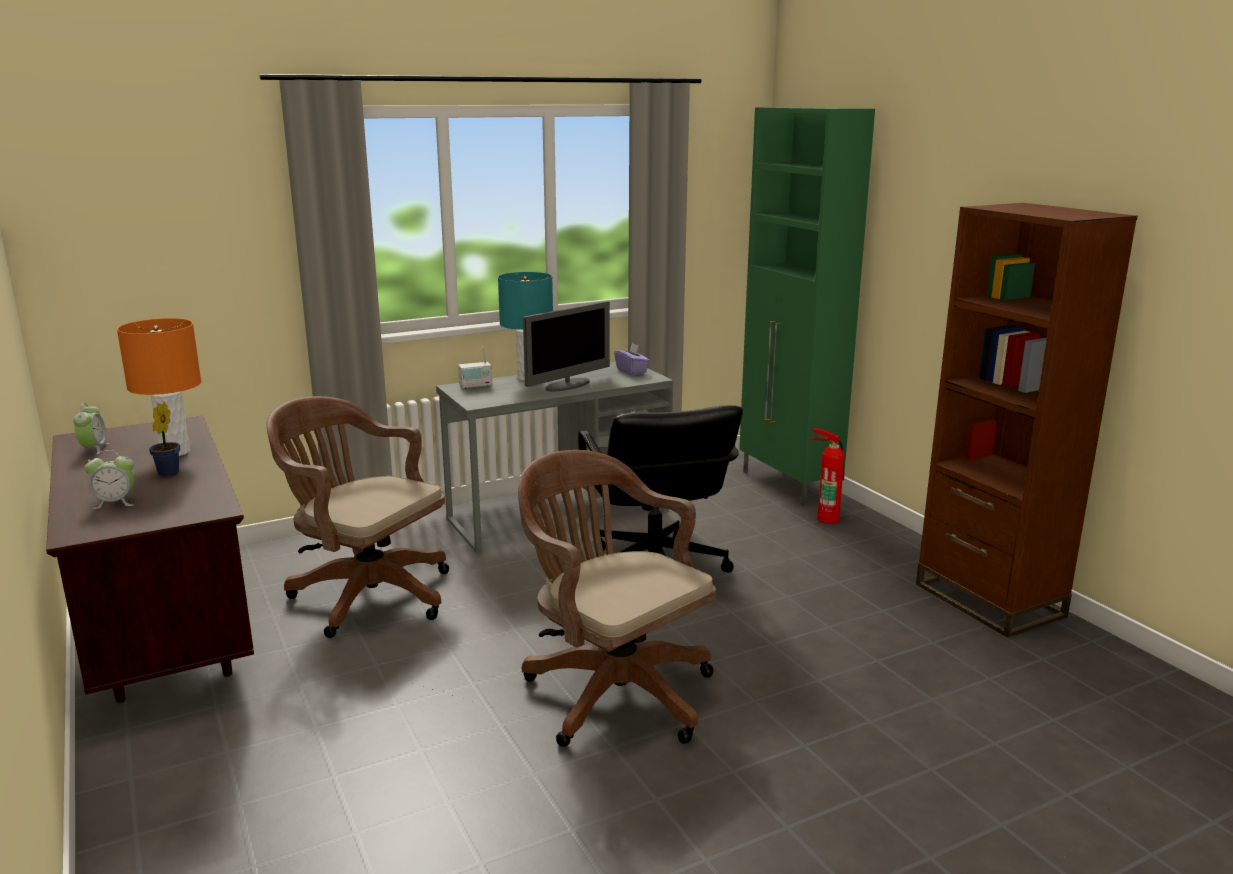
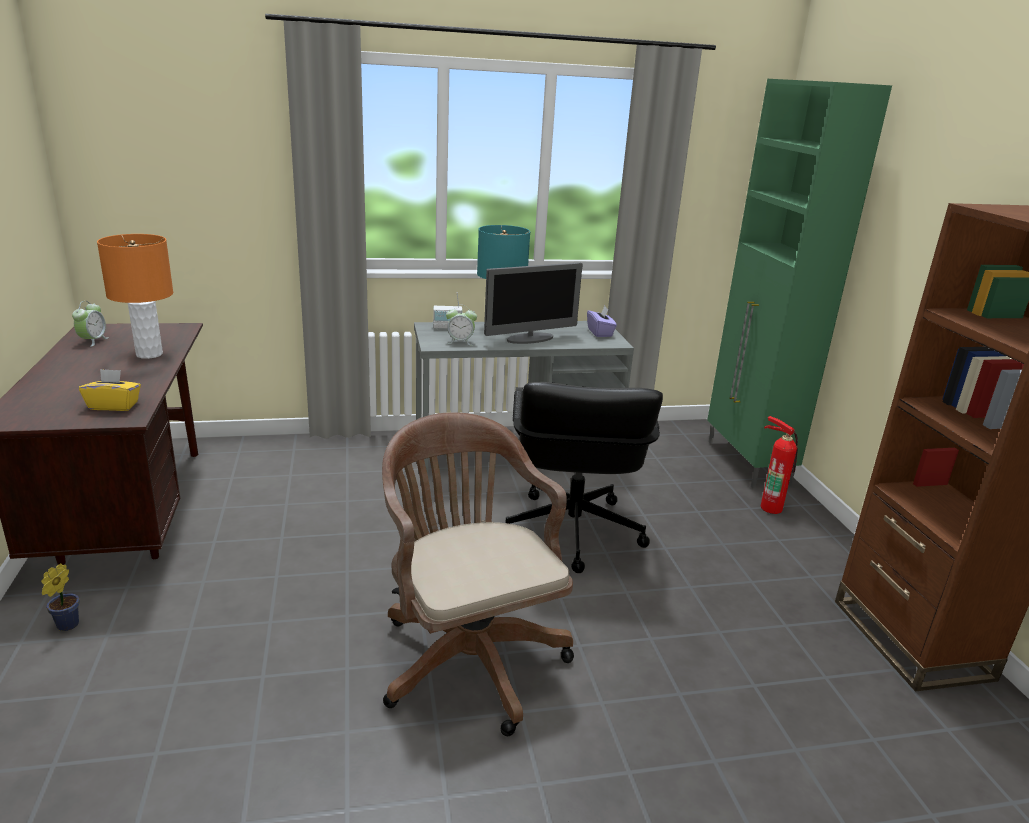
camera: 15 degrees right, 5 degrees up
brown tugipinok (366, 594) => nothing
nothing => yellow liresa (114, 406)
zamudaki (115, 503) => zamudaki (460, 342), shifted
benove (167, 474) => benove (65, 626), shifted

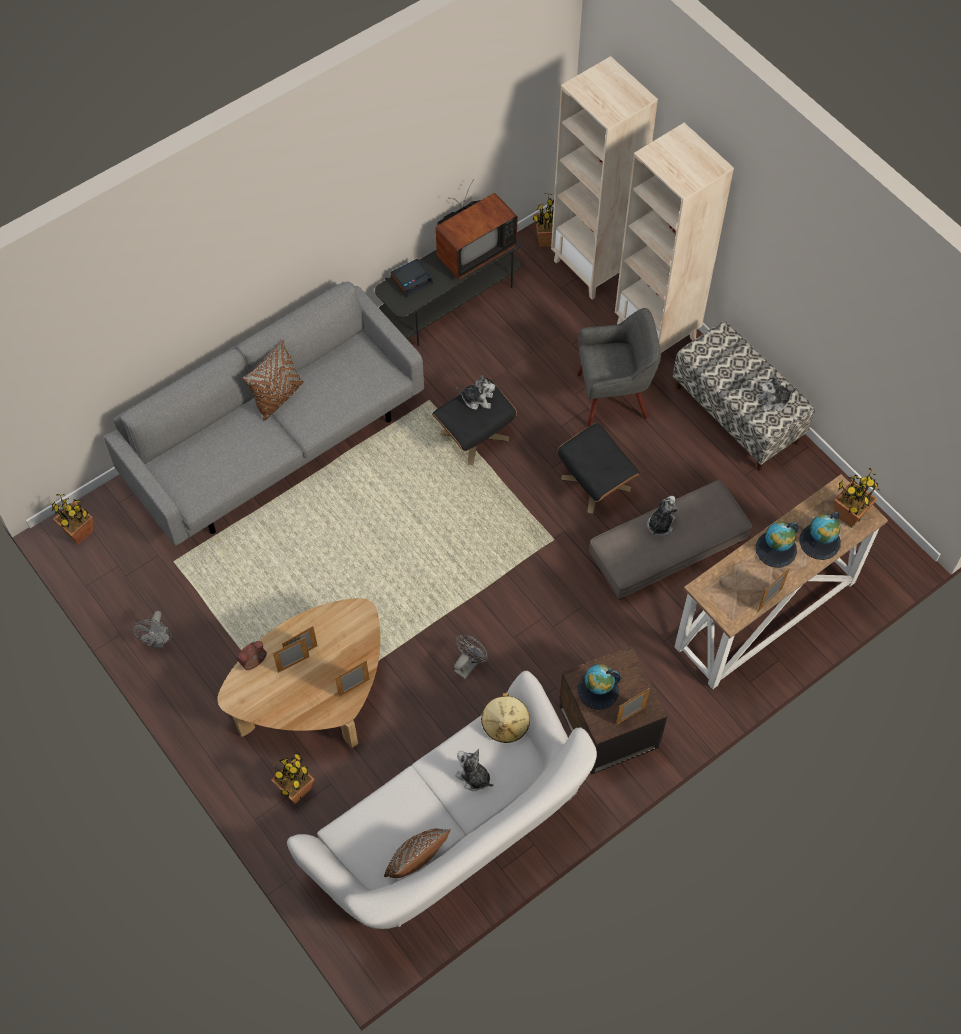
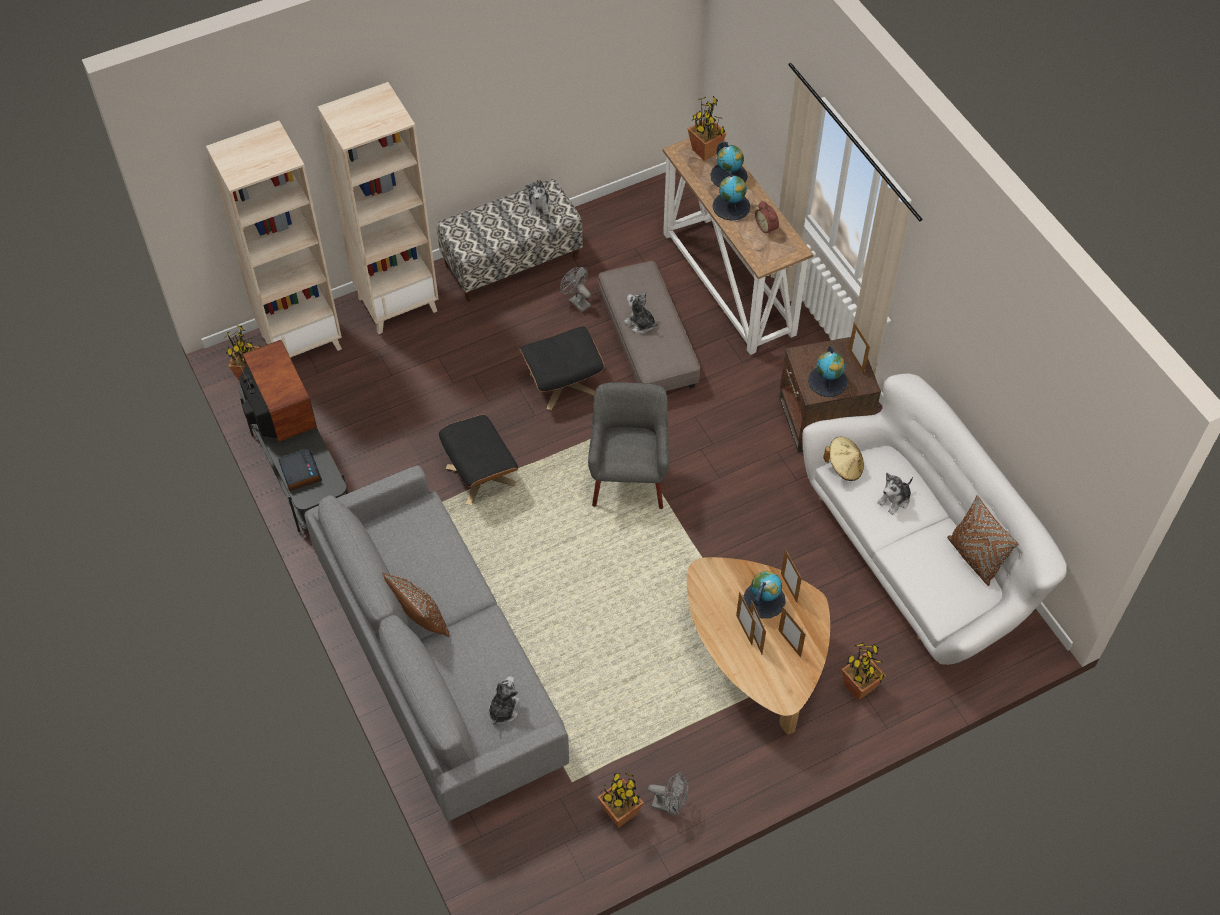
camera: 80 degrees left, 5 degrees down
nothing => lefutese (764, 599)
benove (79, 532) => benove (620, 812), shifted
zamudaki (254, 663) => zamudaki (767, 227), shifted
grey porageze (468, 664) => grey porageze (576, 301), shifted
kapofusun (477, 399) => kapofusun (503, 709), shifted
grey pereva (613, 397) => grey pereva (629, 479), shifted
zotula (769, 600) => zotula (789, 643), shifted

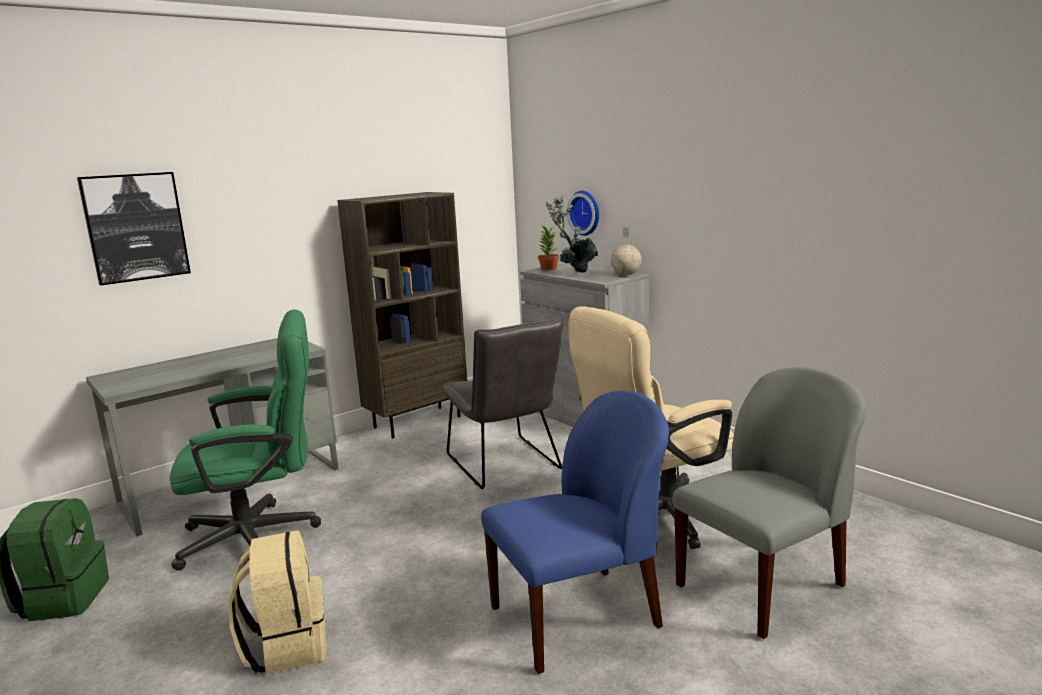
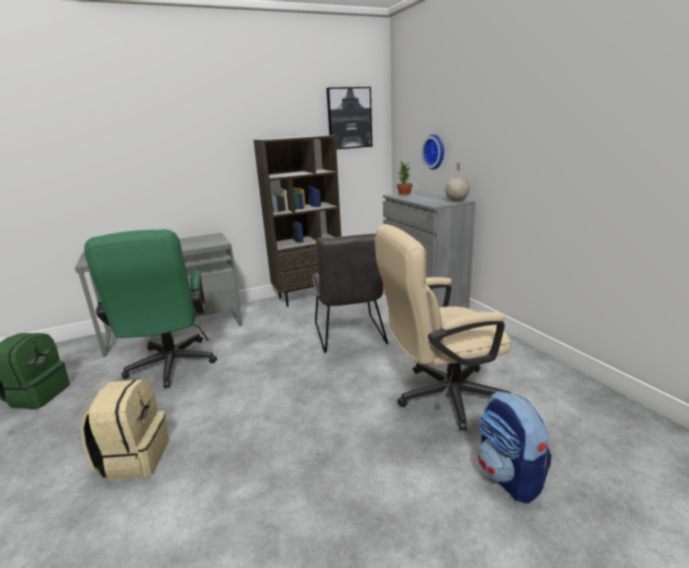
camera: 15 degrees right, 5 degrees up
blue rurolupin (578, 616) => nothing
benove (574, 273) => nothing
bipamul (135, 227) => bipamul (349, 118), shifted
grey rurolupin (763, 585) => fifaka (509, 477)
green tugipinok (262, 535) => green tugipinok (170, 368), 75 degrees clockwise

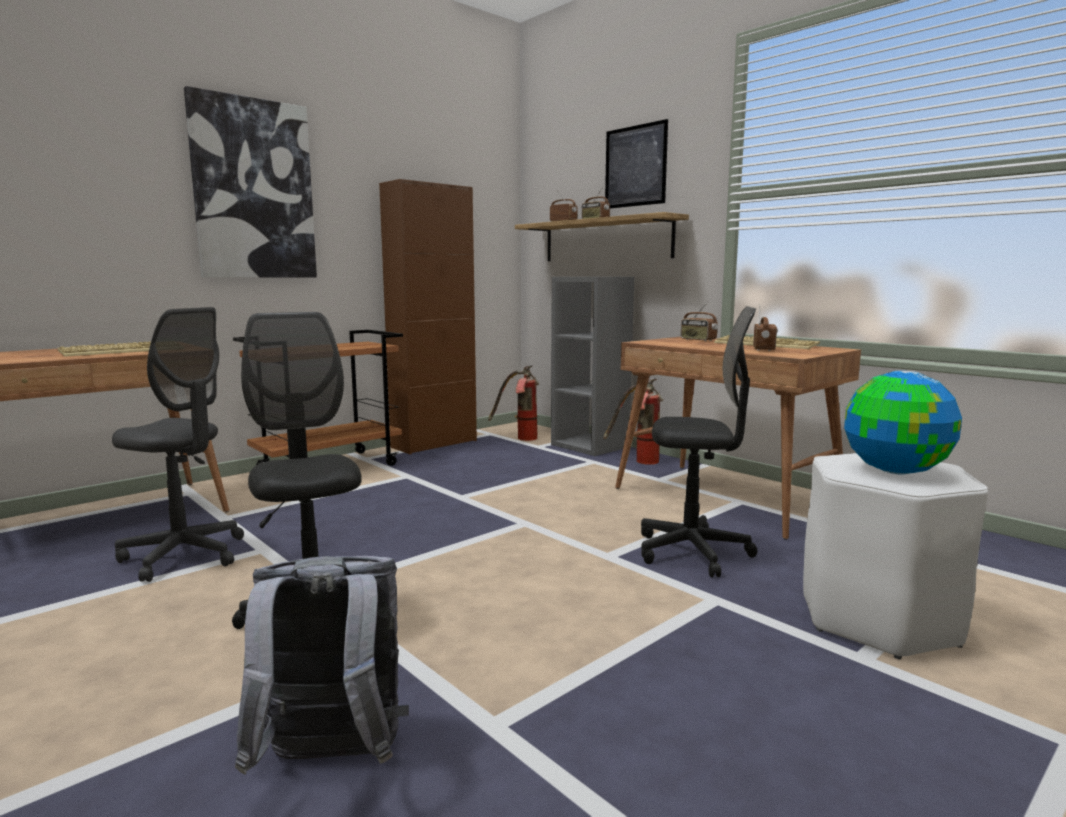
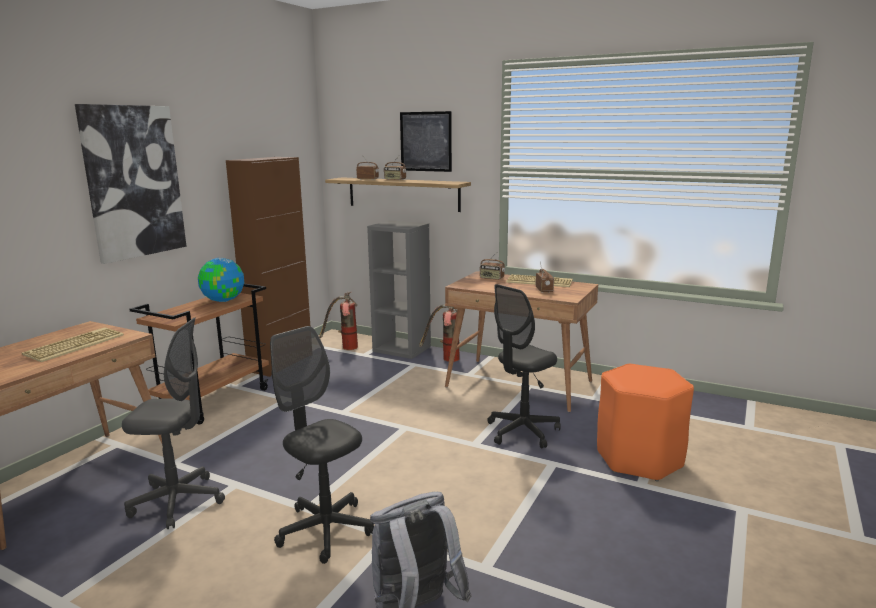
camera: 20 degrees left, 5 degrees up
lefutese (895, 471) => lefutese (223, 300), shifted
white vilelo (877, 619) => orange vilelo (638, 459)
black tugipinok (692, 552) => black tugipinok (522, 431), 150 degrees clockwise

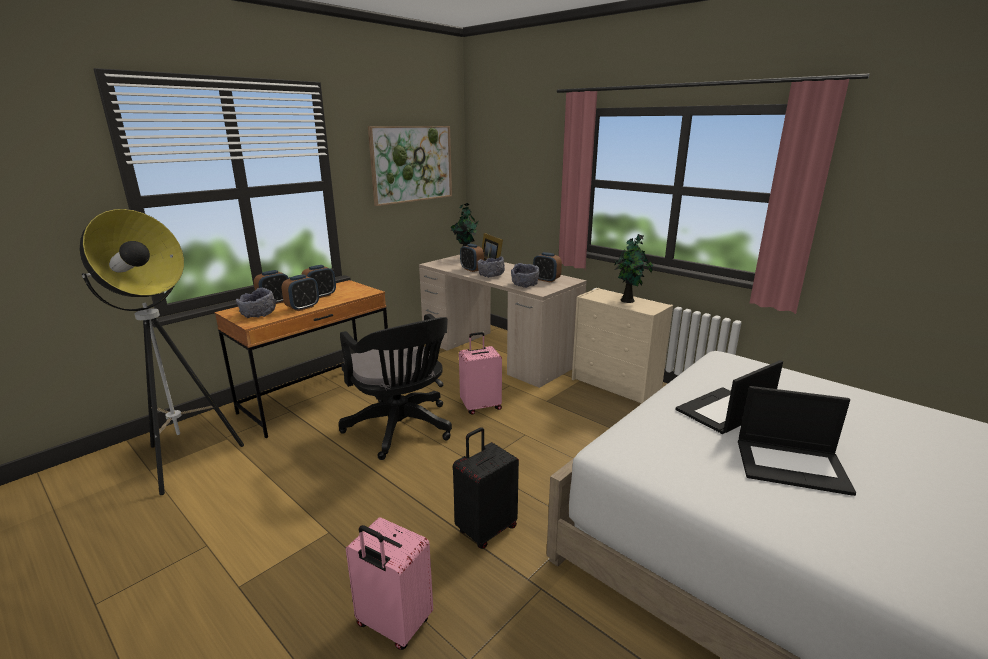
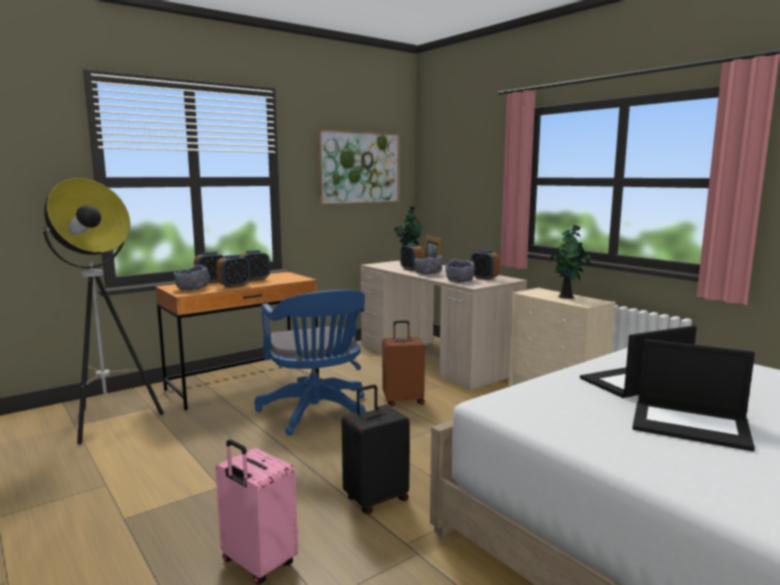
camera: 10 degrees right, 10 degrees down
black tugipinok (402, 430) => blue tugipinok (316, 413)
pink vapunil (481, 406) => brown vapunil (403, 400)

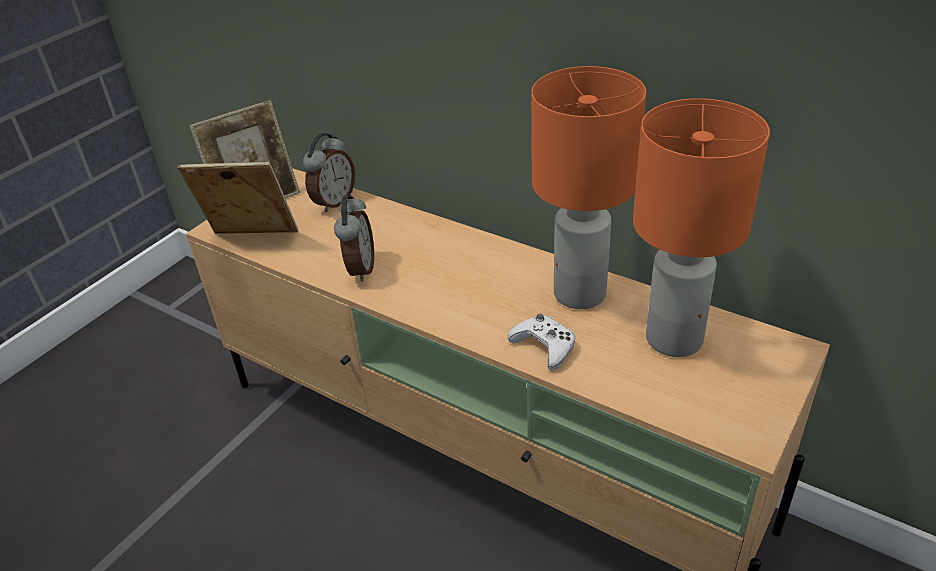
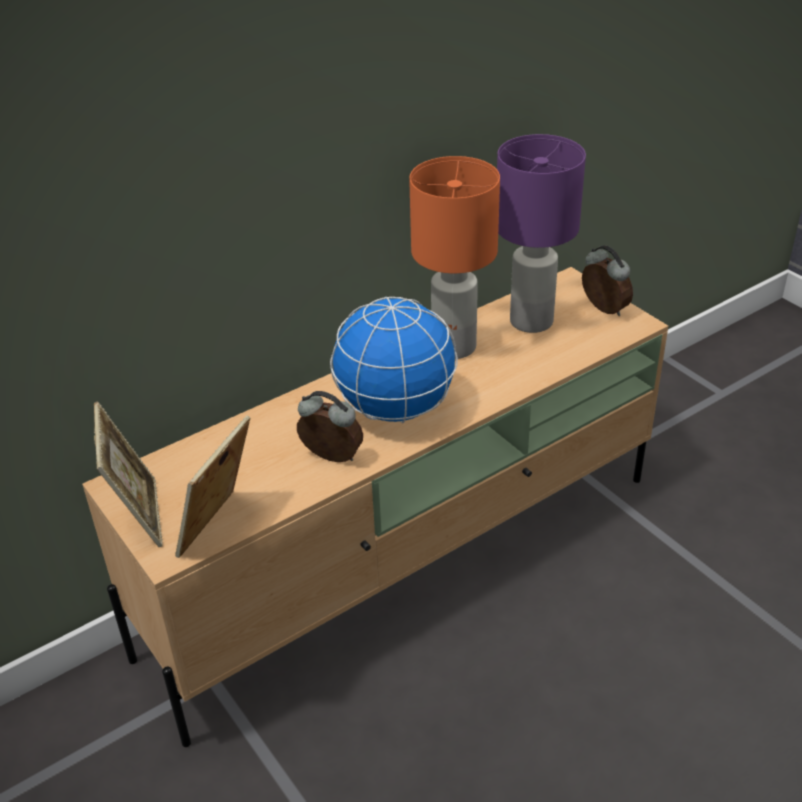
camera: 70 degrees left, 0 degrees up
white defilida (544, 346) => nothing
nothing => lefutese (396, 409)
zamudaki (333, 202) => zamudaki (603, 310), shifted
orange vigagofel (672, 338) => purple vigagofel (530, 321)

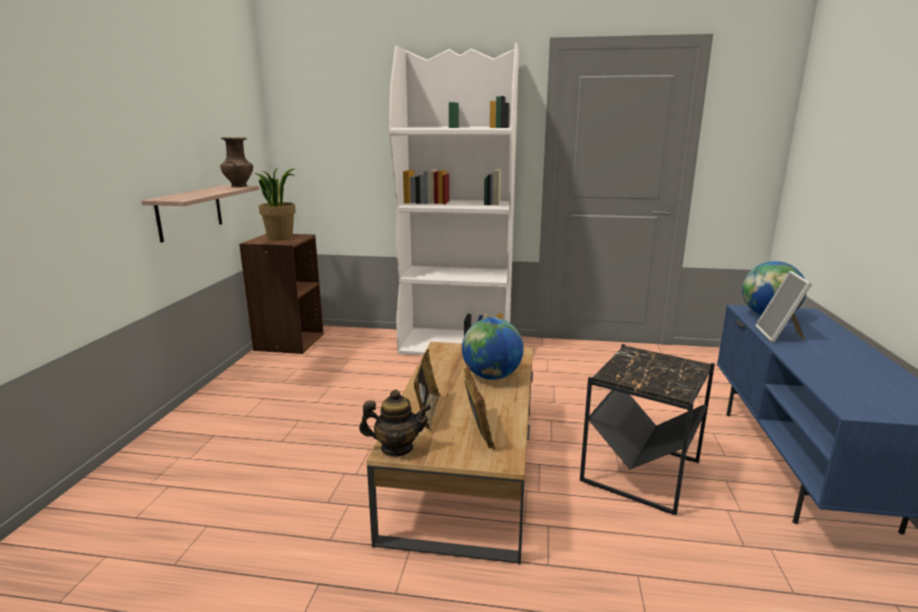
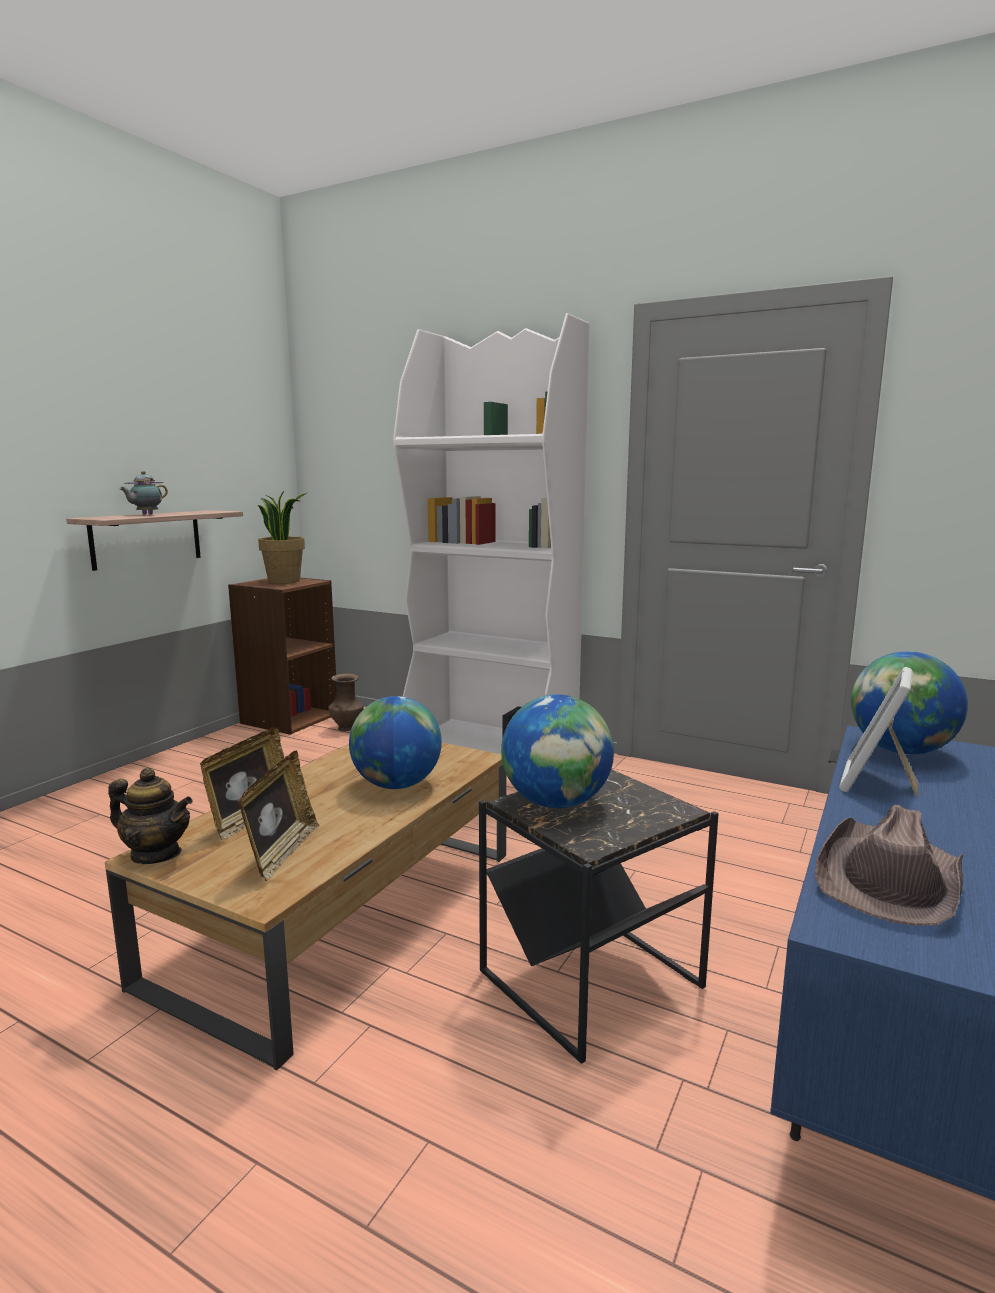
camera: 20 degrees right, 5 degrees down
nothing => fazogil (146, 514)
nothing => lefutese (556, 803)
nothing => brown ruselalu (890, 879)
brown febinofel (239, 186) => brown febinofel (347, 728), shifted

